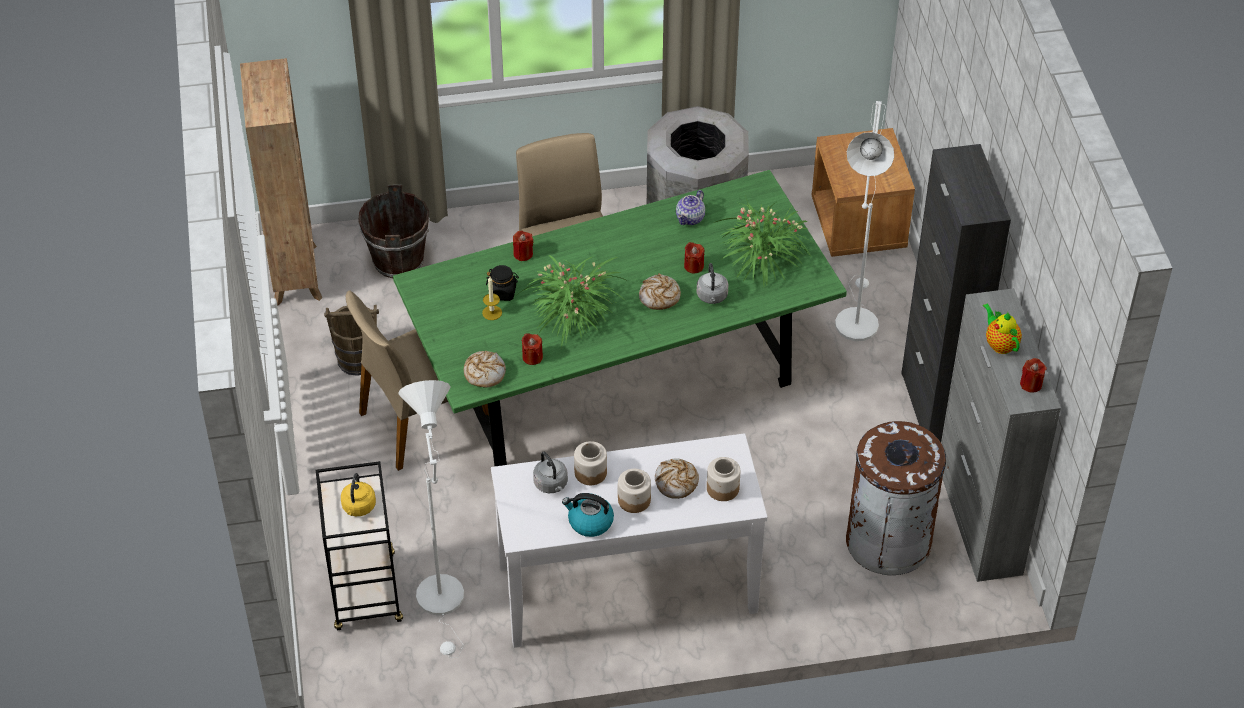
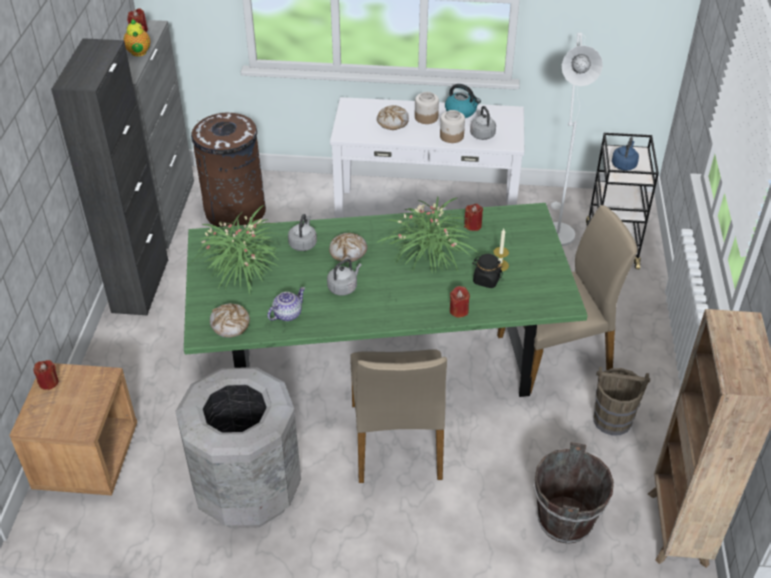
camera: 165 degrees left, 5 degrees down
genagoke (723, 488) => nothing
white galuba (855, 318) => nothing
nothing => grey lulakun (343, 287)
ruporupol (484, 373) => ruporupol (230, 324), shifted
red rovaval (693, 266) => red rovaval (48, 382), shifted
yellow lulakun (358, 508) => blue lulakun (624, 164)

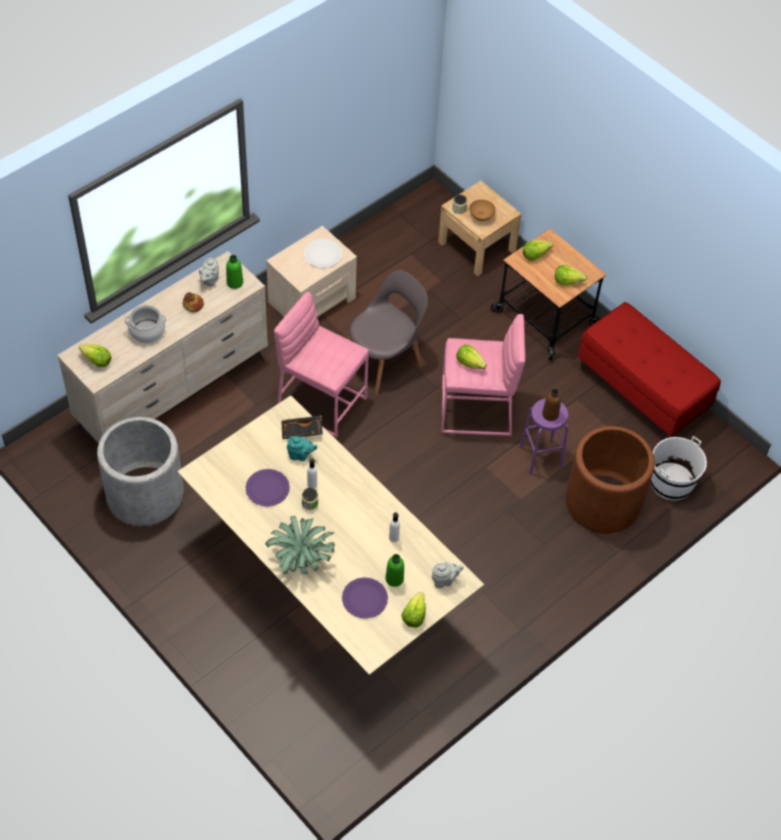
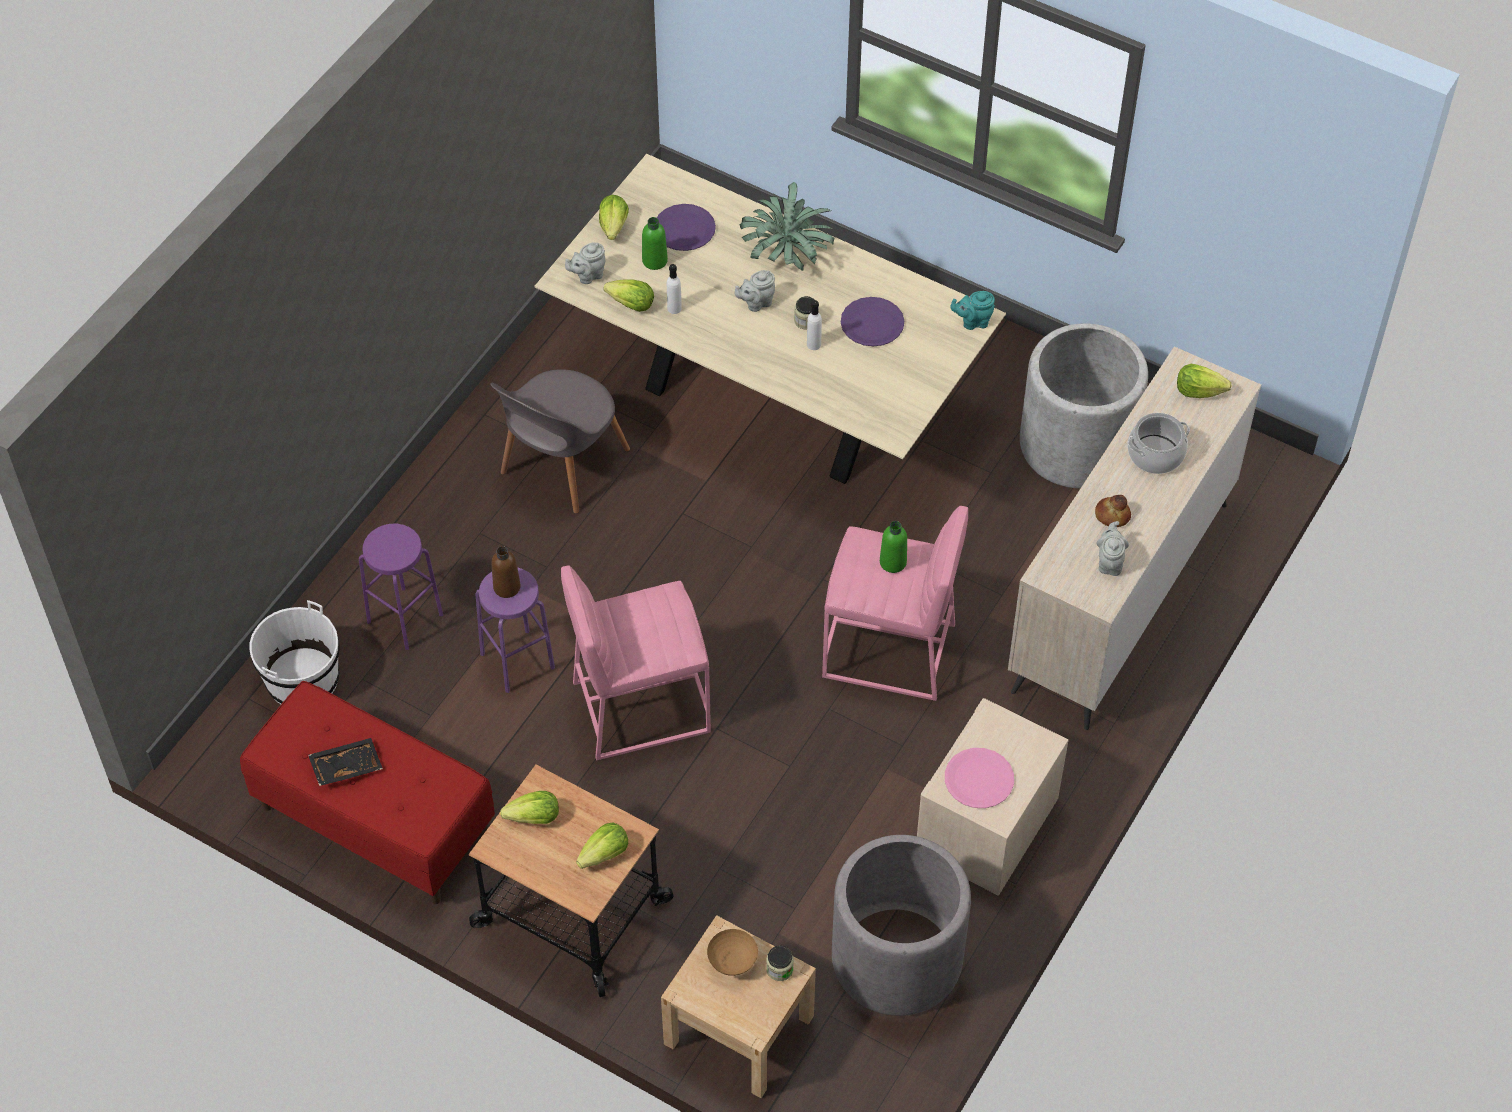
camera: 165 degrees right, 0 degrees up
nothing => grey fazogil (756, 303)
nothing => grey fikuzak (896, 958)
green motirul (235, 282) => green motirul (893, 562), shifted
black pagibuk (302, 431) => black pagibuk (346, 765), shifted
turquoise fazogil (300, 455) => turquoise fazogil (973, 321), shifted
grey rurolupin (384, 361) => grey rurolupin (561, 465), shifted
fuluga (470, 363) => fuluga (631, 304), shifted
brown fikuzak (603, 502) => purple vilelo (405, 618)
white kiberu (323, 254) => pink kiberu (979, 779)

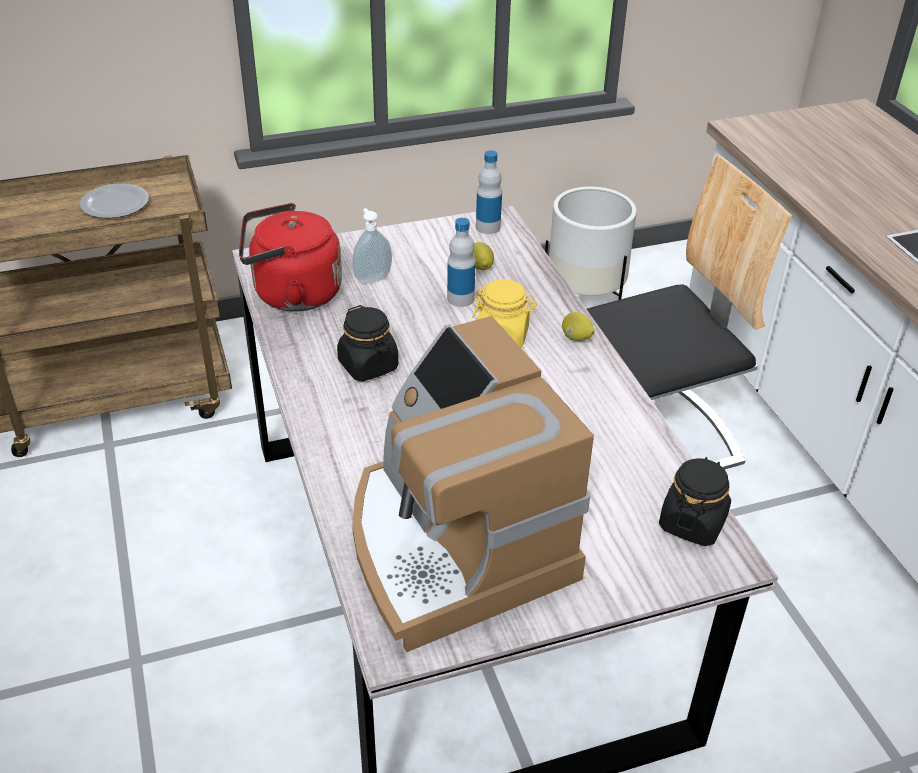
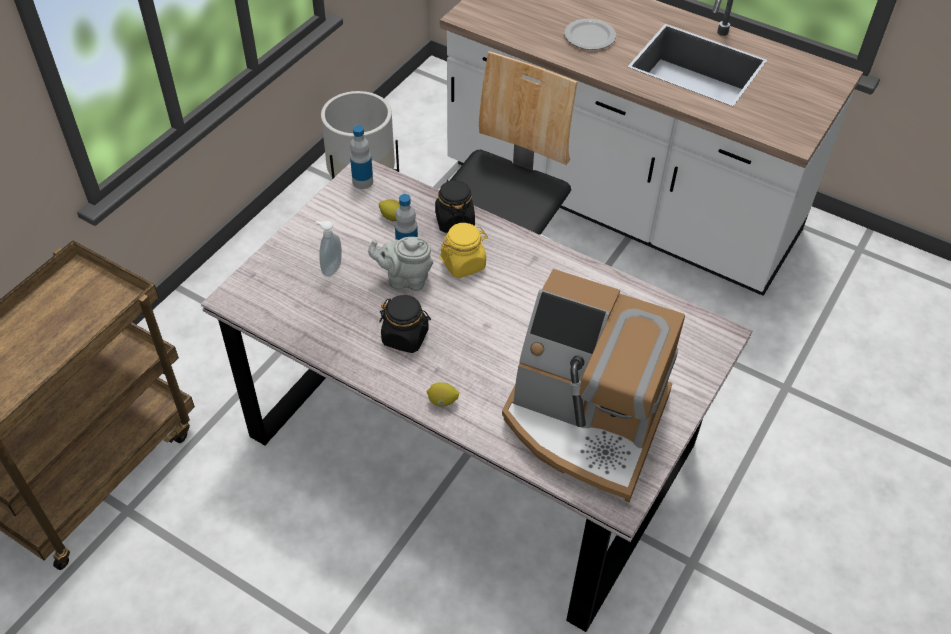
camera: 40 degrees left, 10 degrees up
red lulakun (291, 294) => nothing
nothing => grey fazogil (405, 279)
kiberu (115, 204) => kiberu (590, 37), shifted
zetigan (576, 338) => zetigan (442, 401), shifted
black genagoke (692, 523) => black genagoke (454, 220), shifted

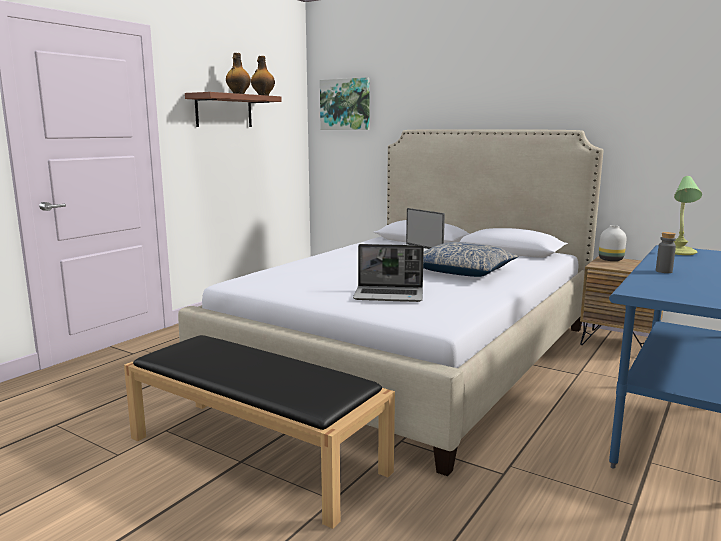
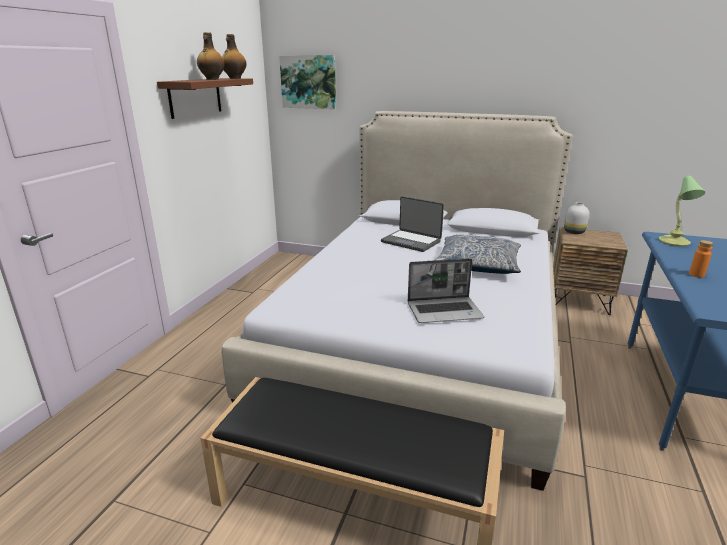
camera: 15 degrees left, 10 degrees up
grey motirul (664, 271) => orange motirul (696, 274)

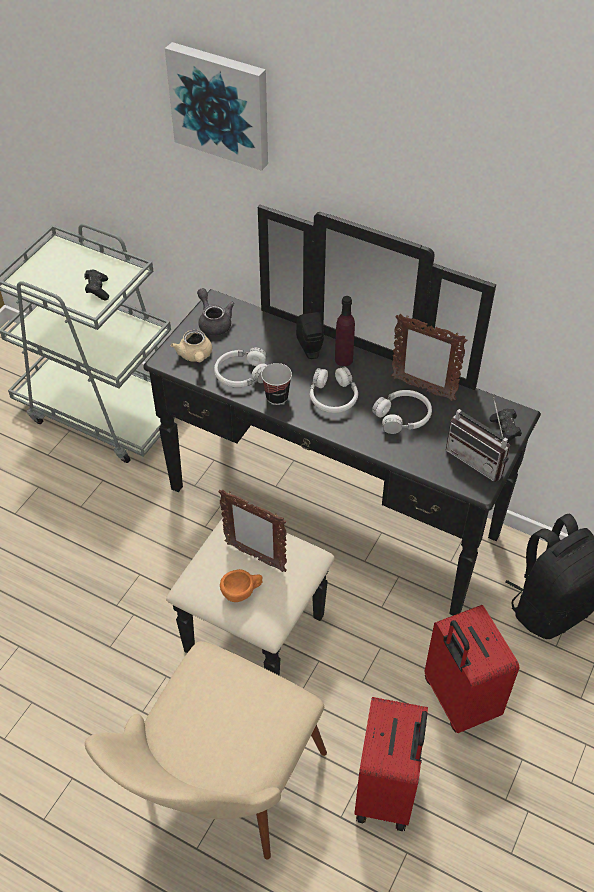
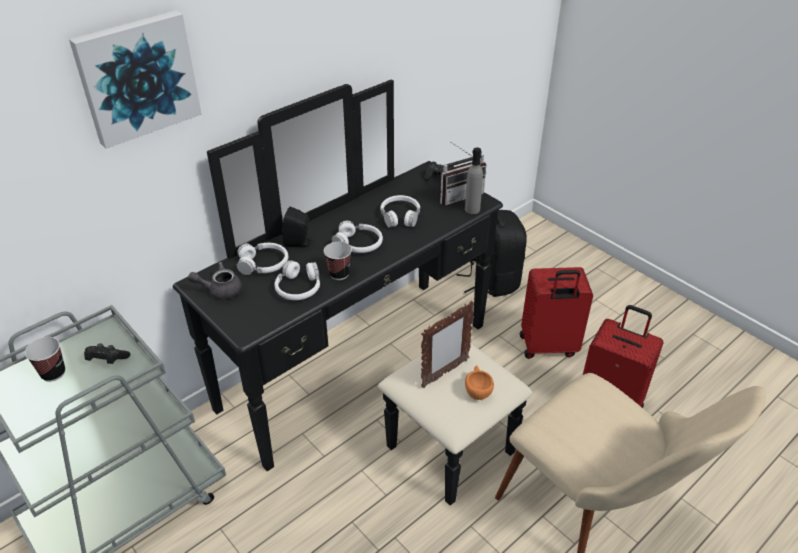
camera: 70 degrees left, 10 degrees down
beige fazogil (195, 356) => nothing
purple motirul (343, 359) => nothing
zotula (422, 389) => nothing
nothing => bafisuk (53, 373)
nothing => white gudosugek (263, 264)
nothing => grey motirul (472, 209)

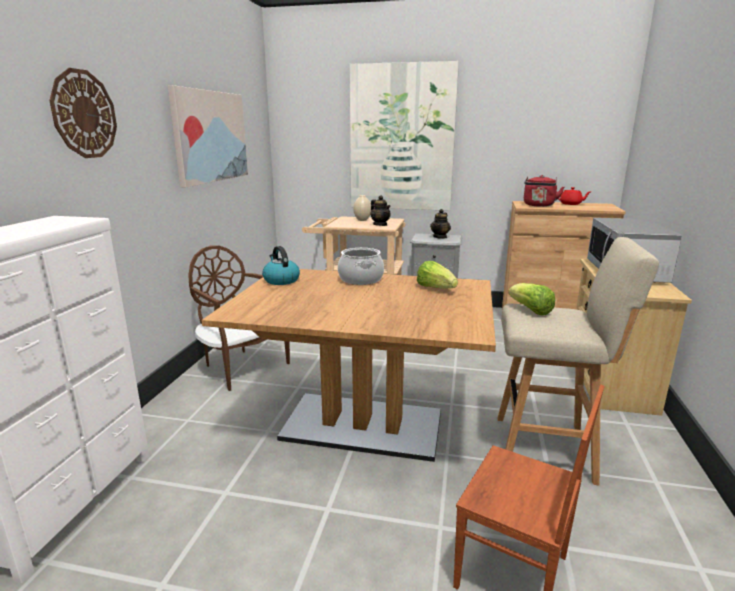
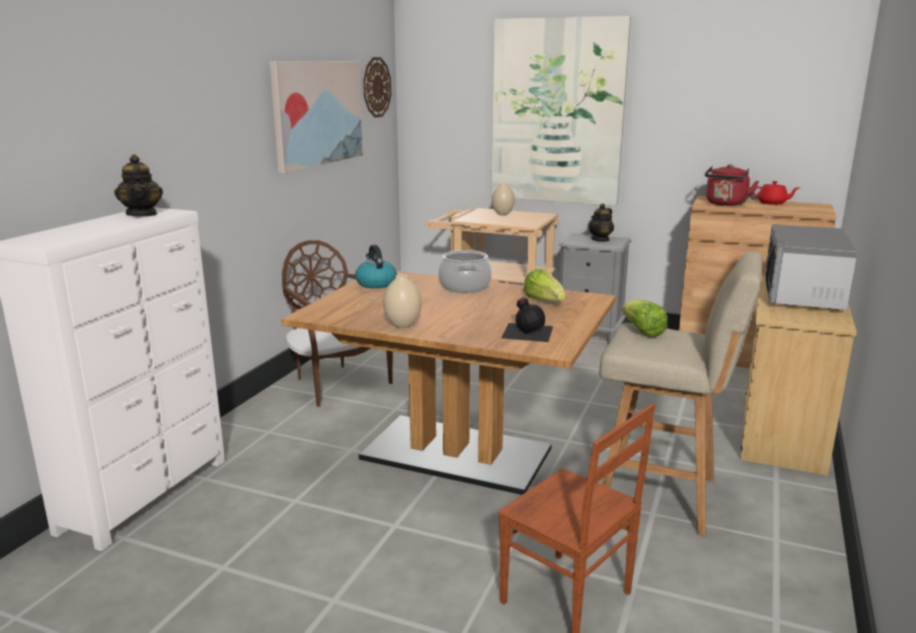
camera: 10 degrees right, 0 degrees up
nothing => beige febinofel (403, 325)
nothing => black motirul (527, 331)
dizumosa (84, 114) => dizumosa (376, 87), shifted
fazogil (380, 225) => fazogil (142, 214), shifted

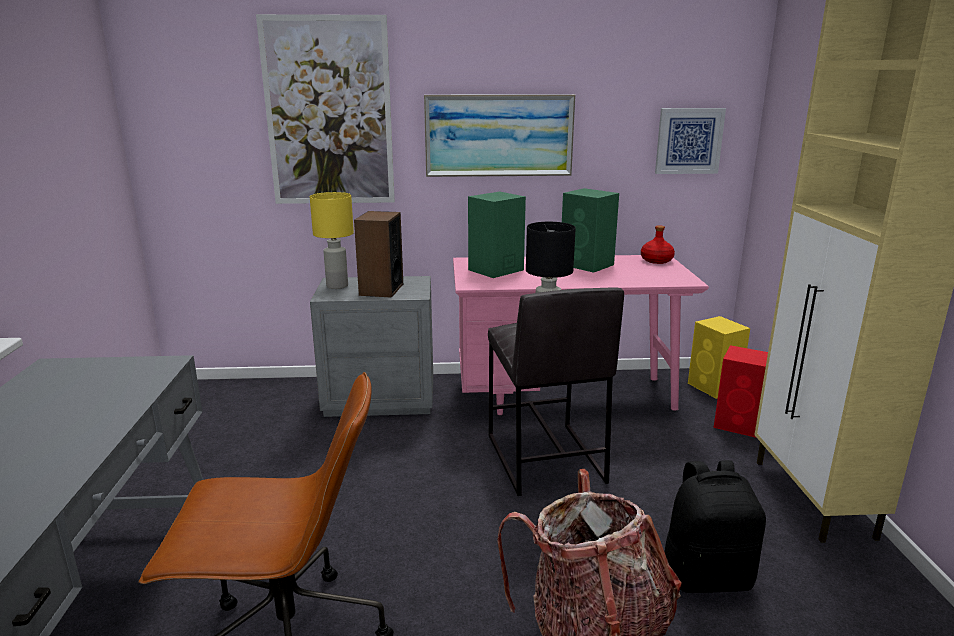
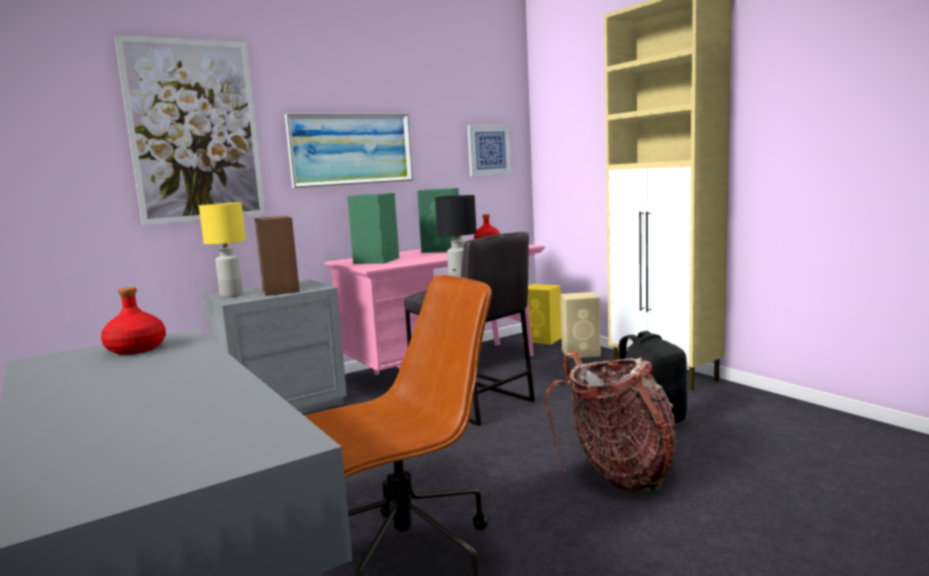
camera: 30 degrees left, 10 degrees down
nothing => red motirul (135, 349)
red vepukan (740, 424) => beige vepukan (581, 353)

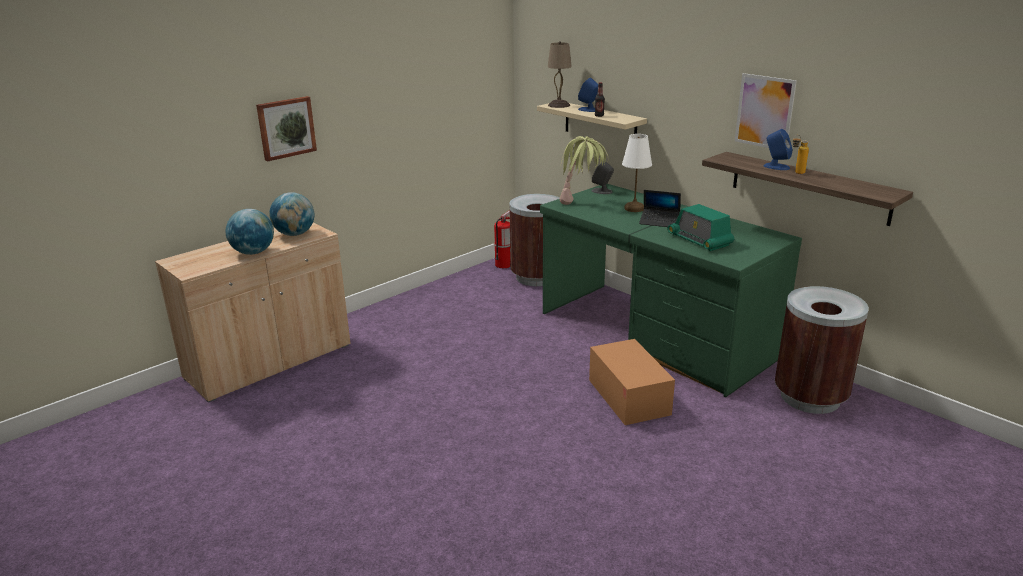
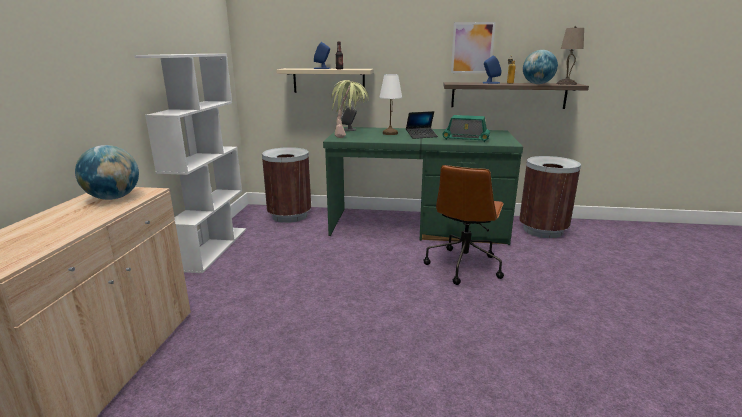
camera: 40 degrees left, 5 degrees down
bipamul (286, 128) => nothing
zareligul (503, 265) => nothing
nothing => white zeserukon (213, 248)
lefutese (253, 252) => lefutese (537, 84), shifted
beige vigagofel (559, 105) => beige vigagofel (567, 83), shifted
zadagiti (628, 397) => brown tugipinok (463, 265)

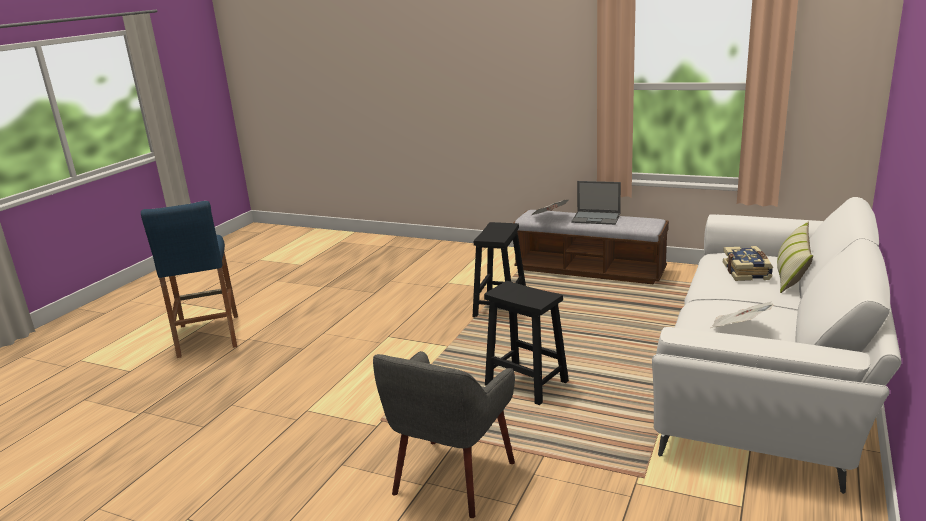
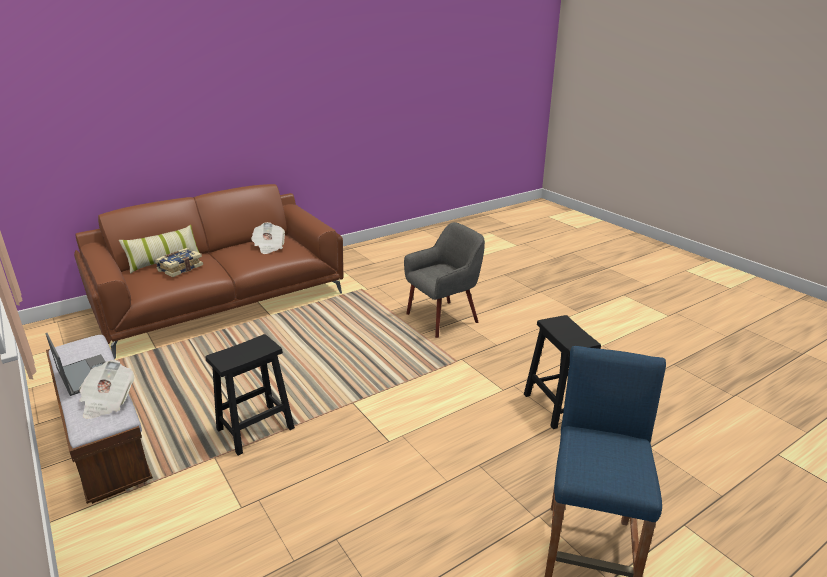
camera: 150 degrees left, 5 degrees up
black vilelo (528, 384) => black vilelo (557, 405), shifted
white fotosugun (768, 373) => brown fotosugun (222, 301)

